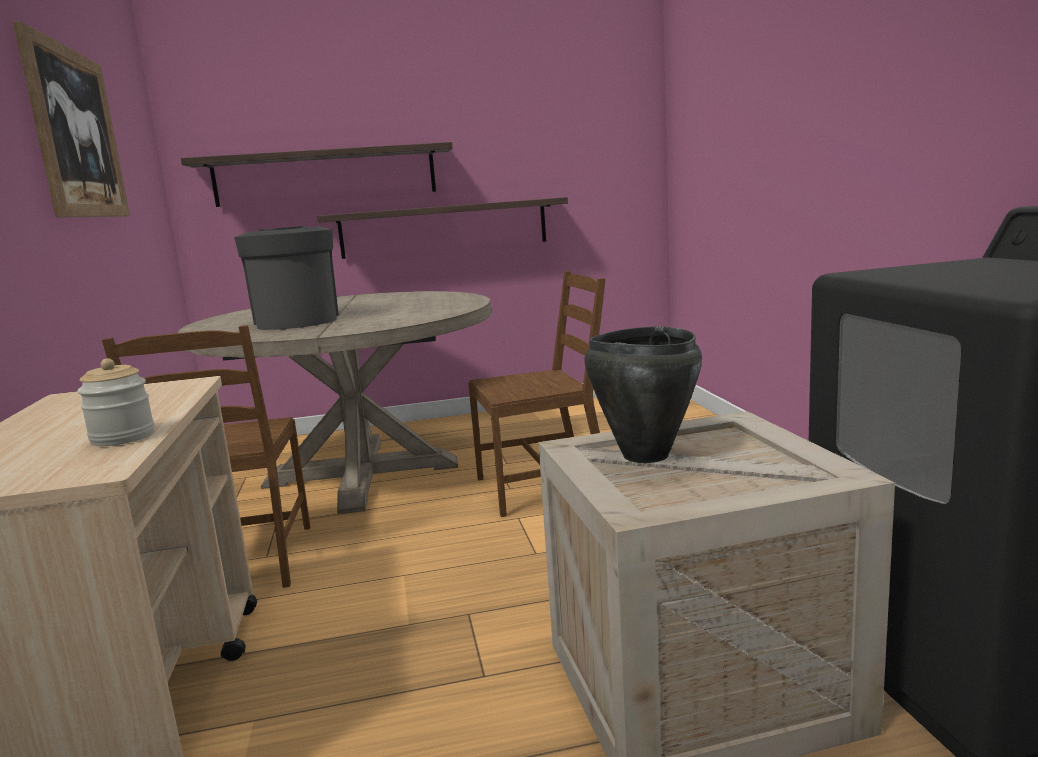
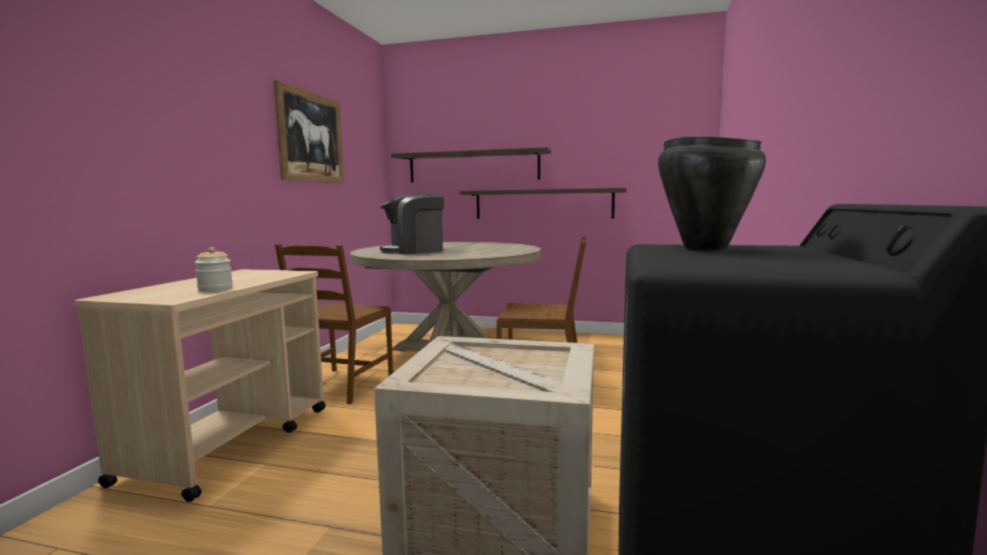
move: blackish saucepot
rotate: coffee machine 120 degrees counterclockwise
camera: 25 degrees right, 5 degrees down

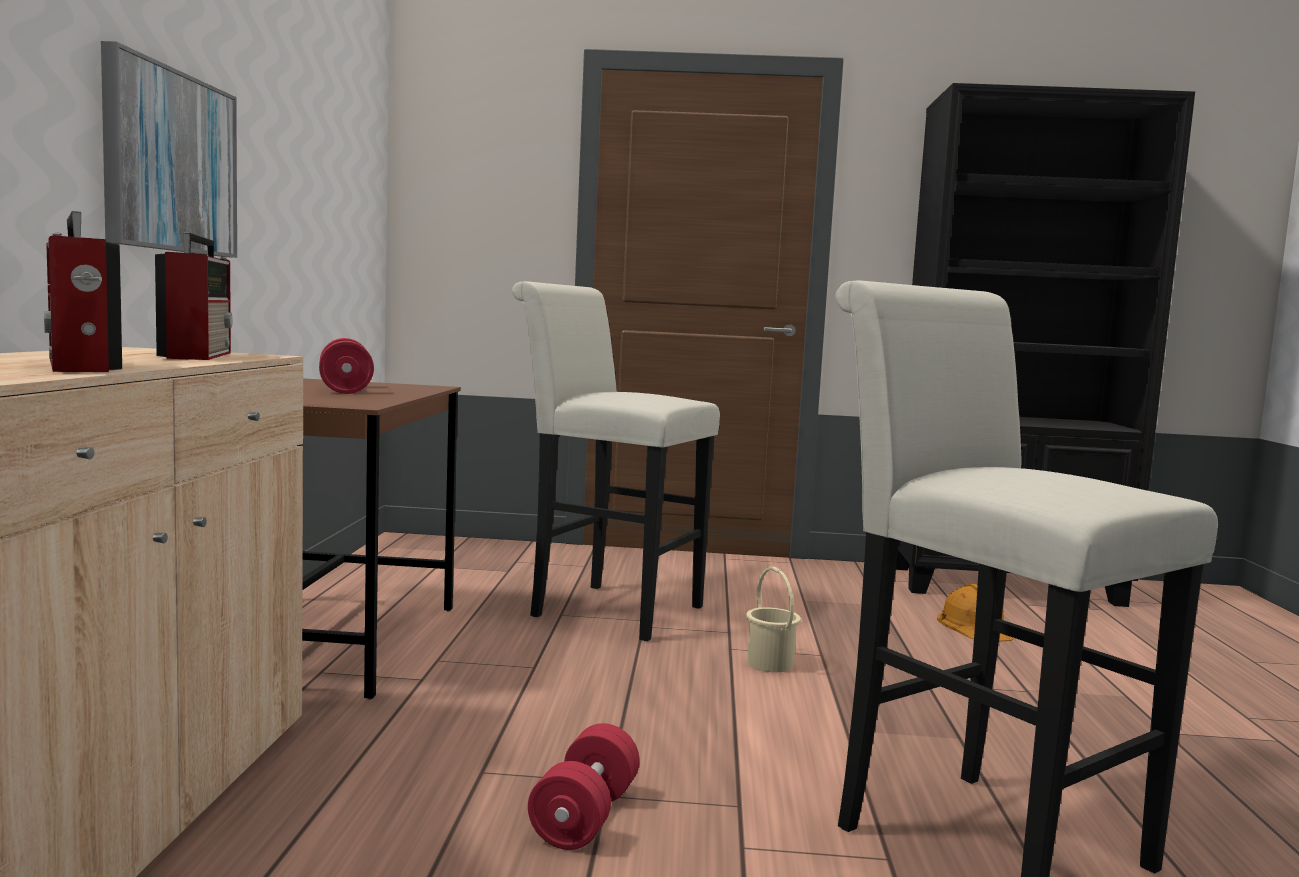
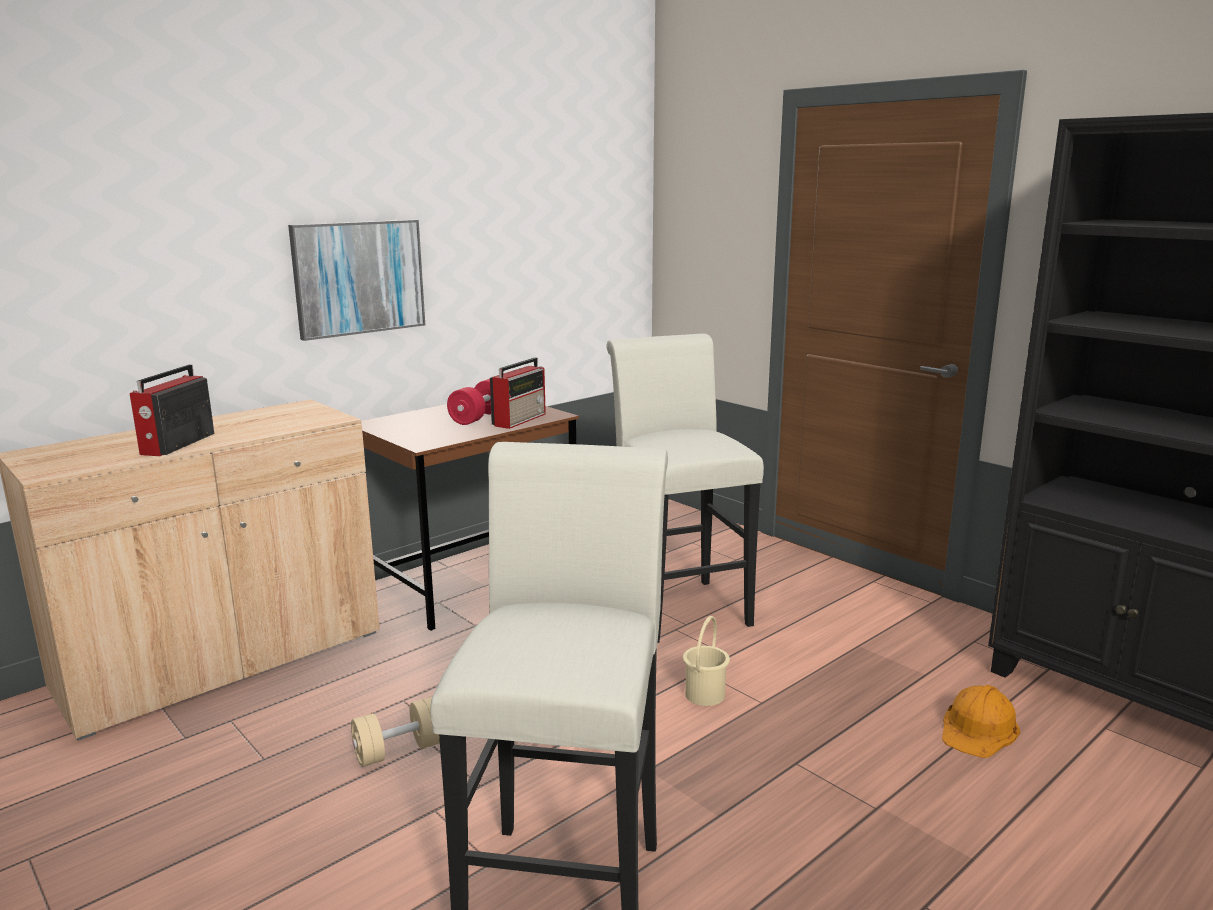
move: radio (2nd from left)
recolor: reddish hand weight (2nd from left) to beige hand weight
camera: 45 degrees right, 10 degrees up

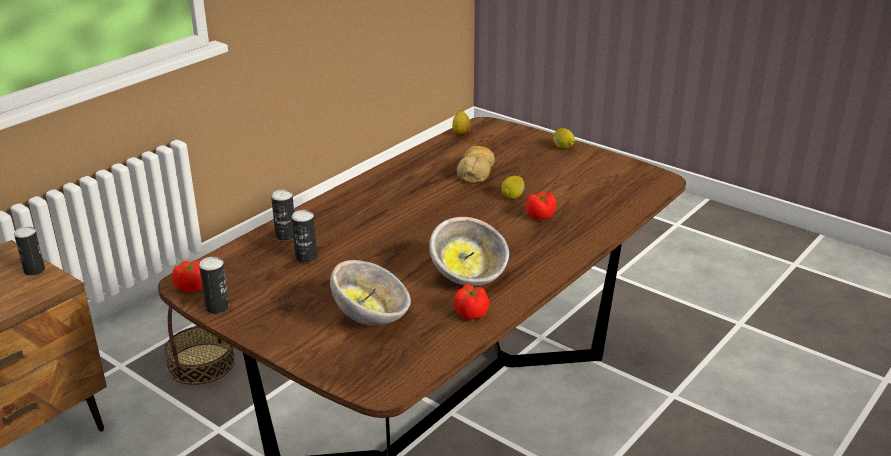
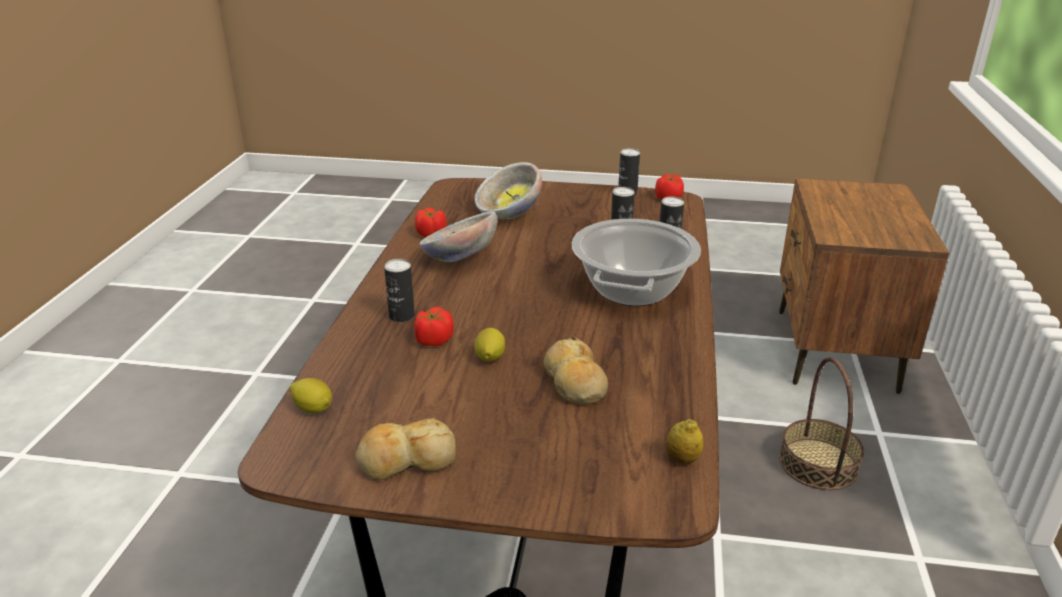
insert: bakery bread (1st from left); saucepot
move: citrus fruit (3rd from left in the first image) to citrus fruit (1st from left); can (1st from left)
camera: 150 degrees right, 0 degrees up

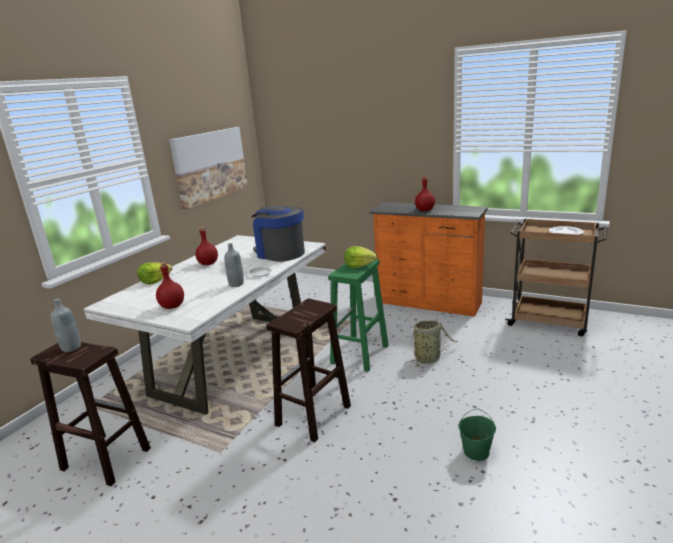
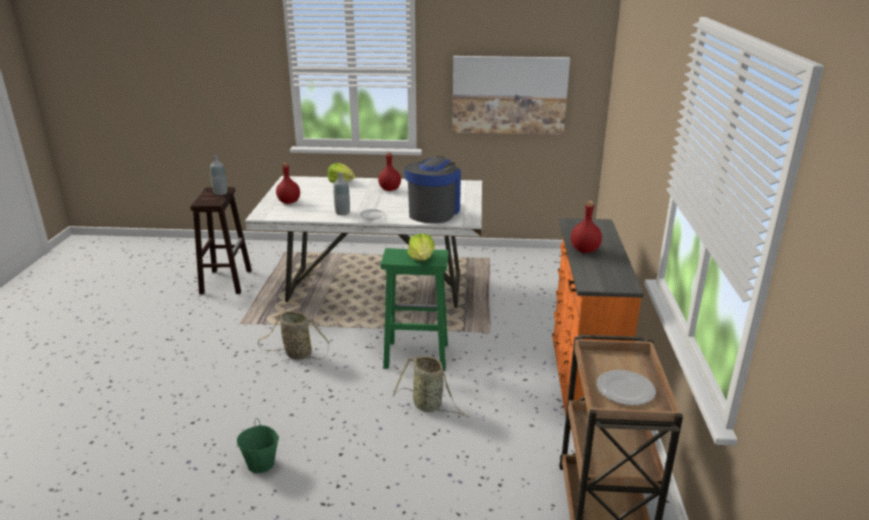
replace: brown-coloured stool (2nd from left) to storage basket (1st from left)
camera: 65 degrees right, 5 degrees up

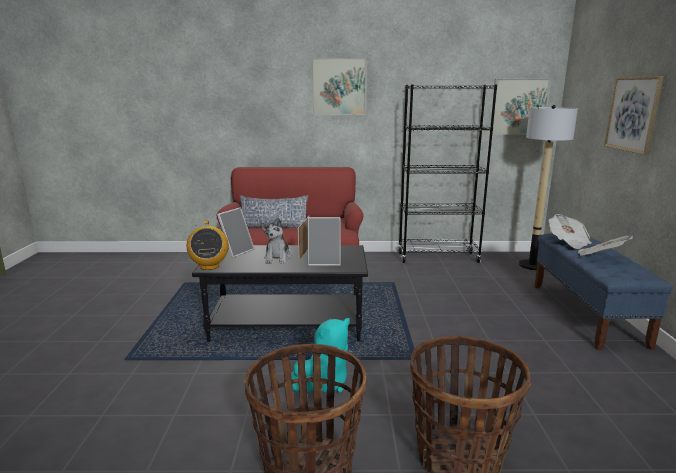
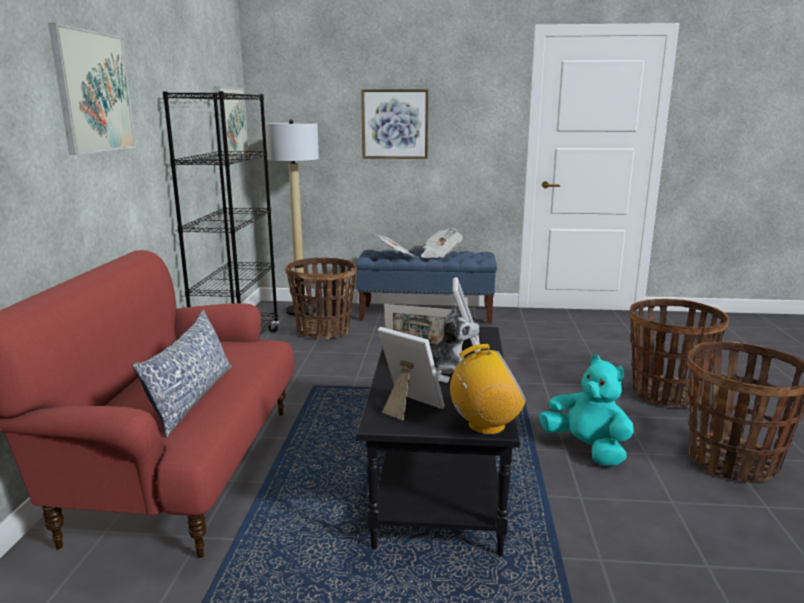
insert: storage basket (1st from left)
camera: 85 degrees left, 0 degrees up

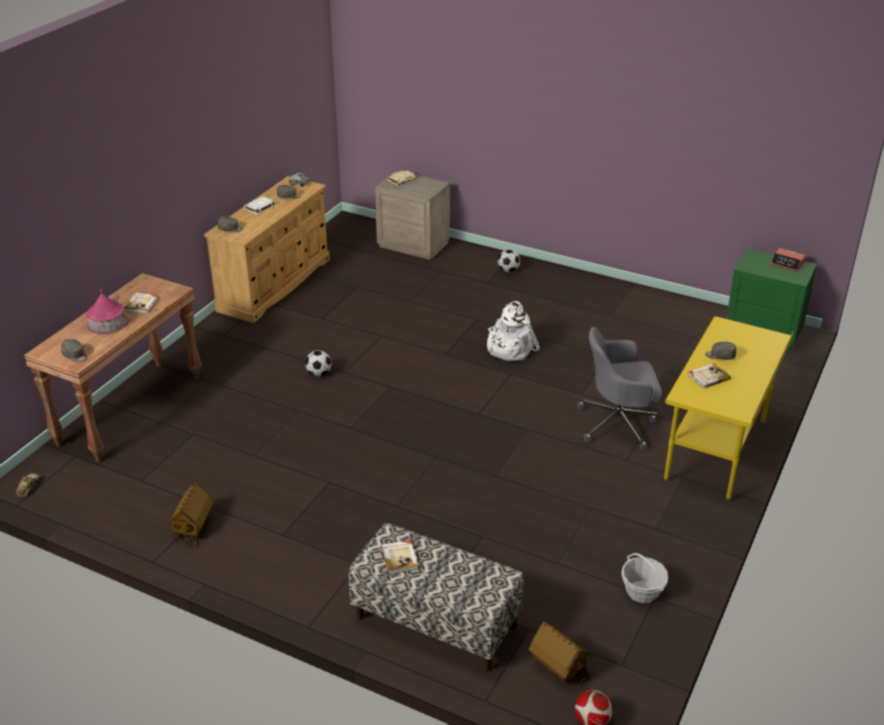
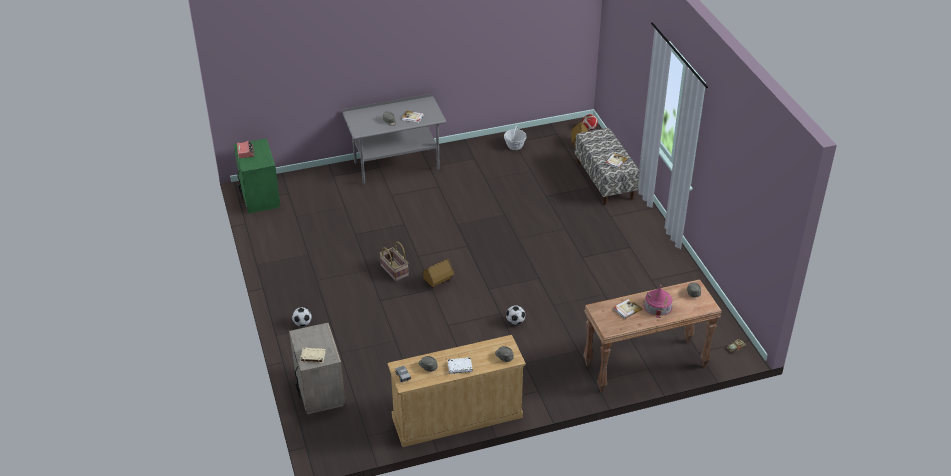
delete: greyish computer chair
move: toy house (2nd from left in the first image) to toy house (1st from left)
replace: white rucksack to storage basket (1st from left)
recolor: yellow-coloured desk table to greyish desk table
camera: 135 degrees left, 5 degrees up

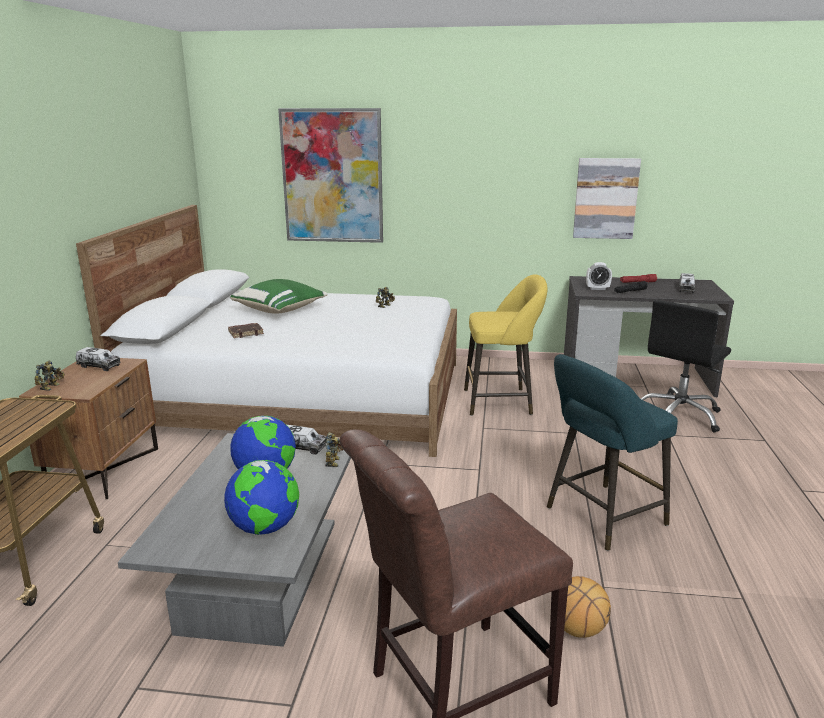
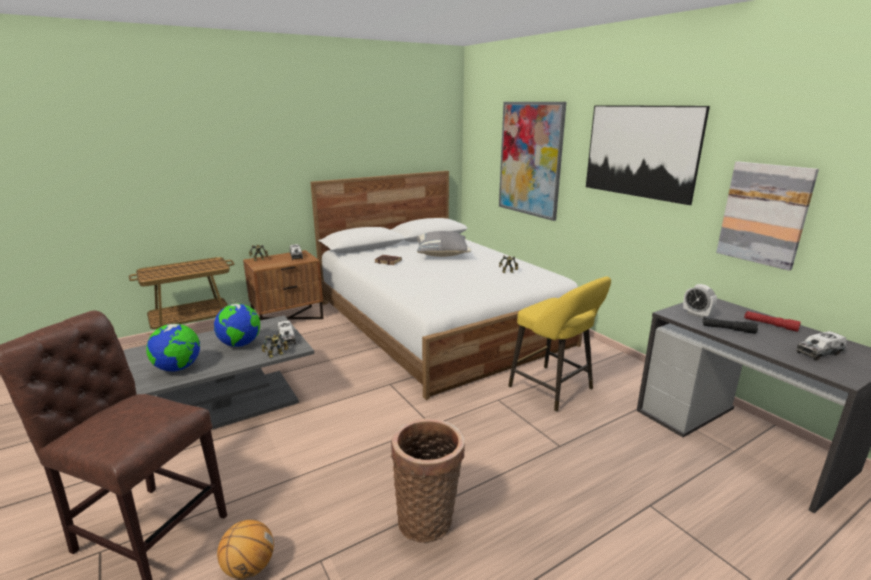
delete: blackish computer chair
insert: wall picture (2nd from left)
replace: turquoise-coloured stool to storage basket
recolor: green-coloured throw pillow to greyish throw pillow
camera: 50 degrees right, 0 degrees up

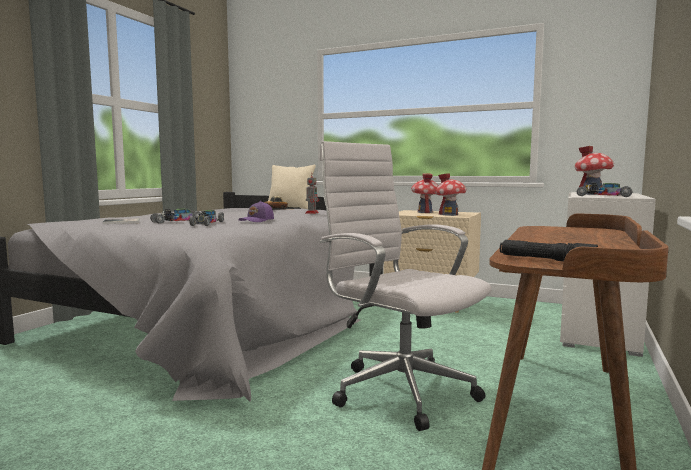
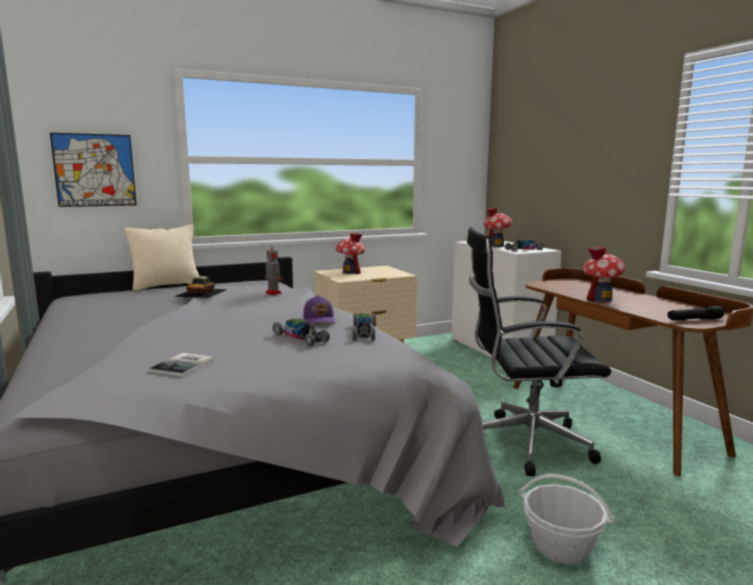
insert: wall picture; storage basket
move: model car (1st from left in the first image) to model car (3rd from left); toy house (2nd from left in the first image) to toy house (3rd from left)
recolor: white computer chair to blackish computer chair
camera: 50 degrees left, 5 degrees up

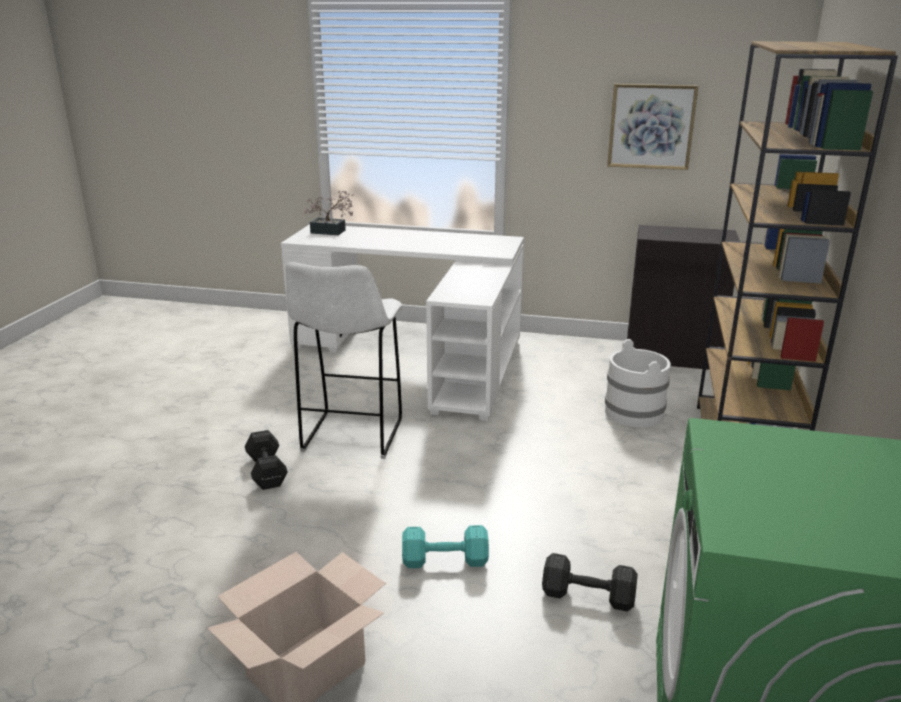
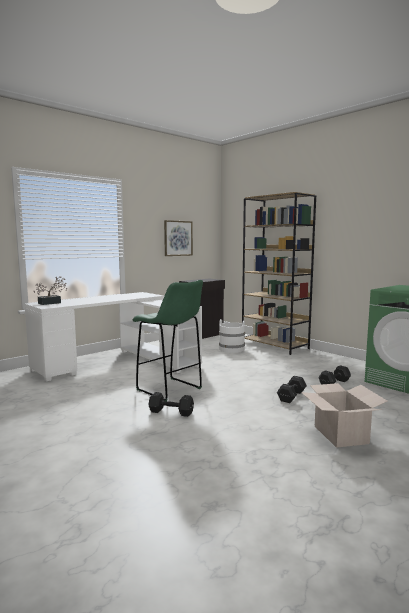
recolor: white stool to green-coloured stool; turquoise-coloured hand weight to blackish hand weight (2nd from left)
camera: 55 degrees left, 15 degrees down

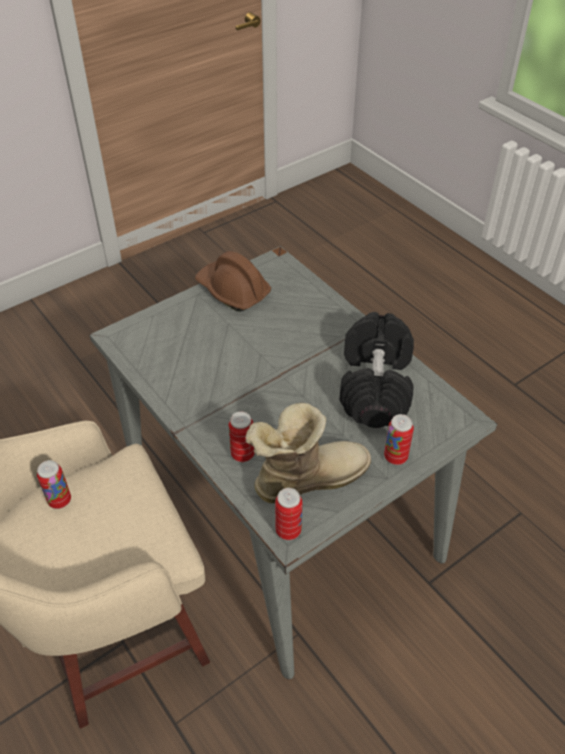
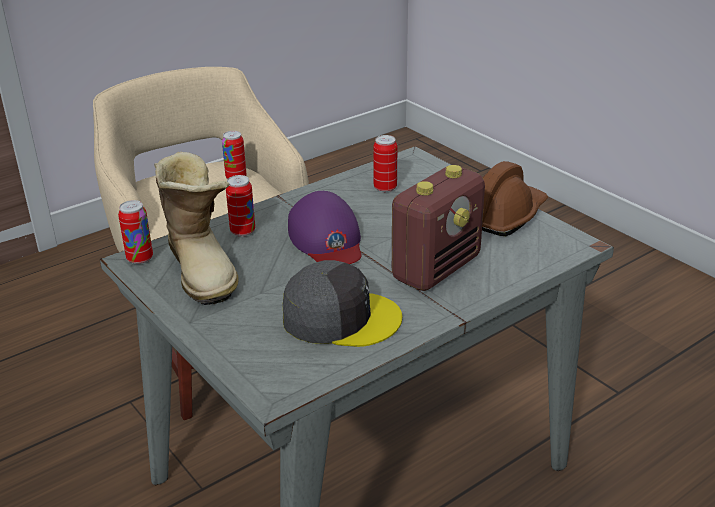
insert: purple baseball cap; radio
move: can (4th from left)
replace: blackish hand weight to greyish baseball cap
camera: 90 degrees right, 15 degrees down

